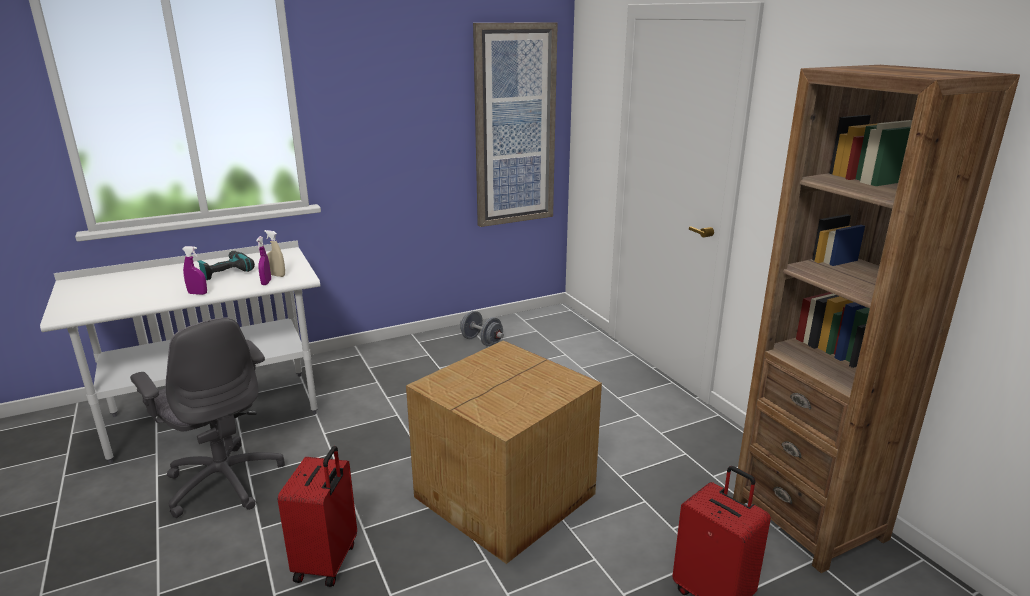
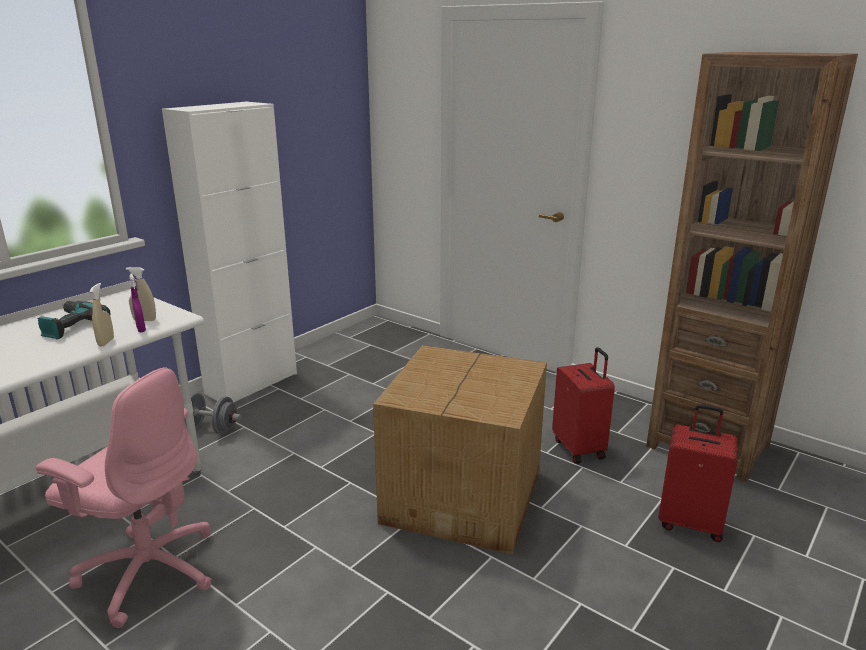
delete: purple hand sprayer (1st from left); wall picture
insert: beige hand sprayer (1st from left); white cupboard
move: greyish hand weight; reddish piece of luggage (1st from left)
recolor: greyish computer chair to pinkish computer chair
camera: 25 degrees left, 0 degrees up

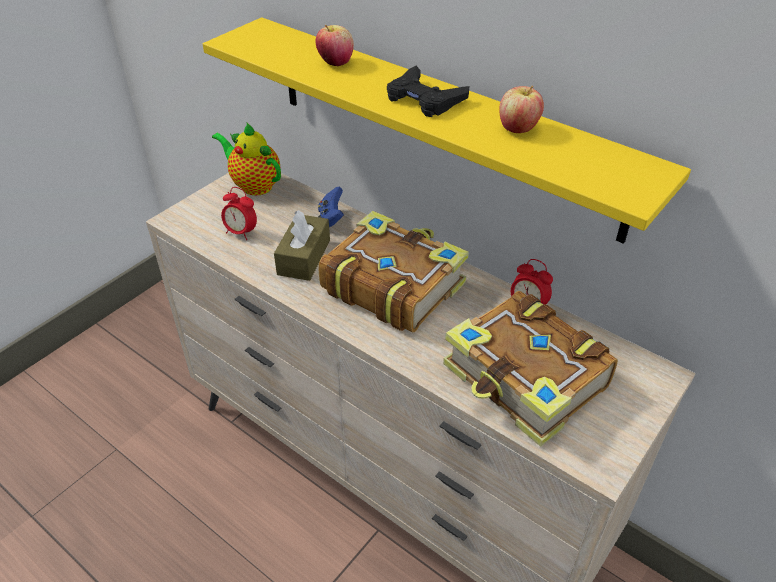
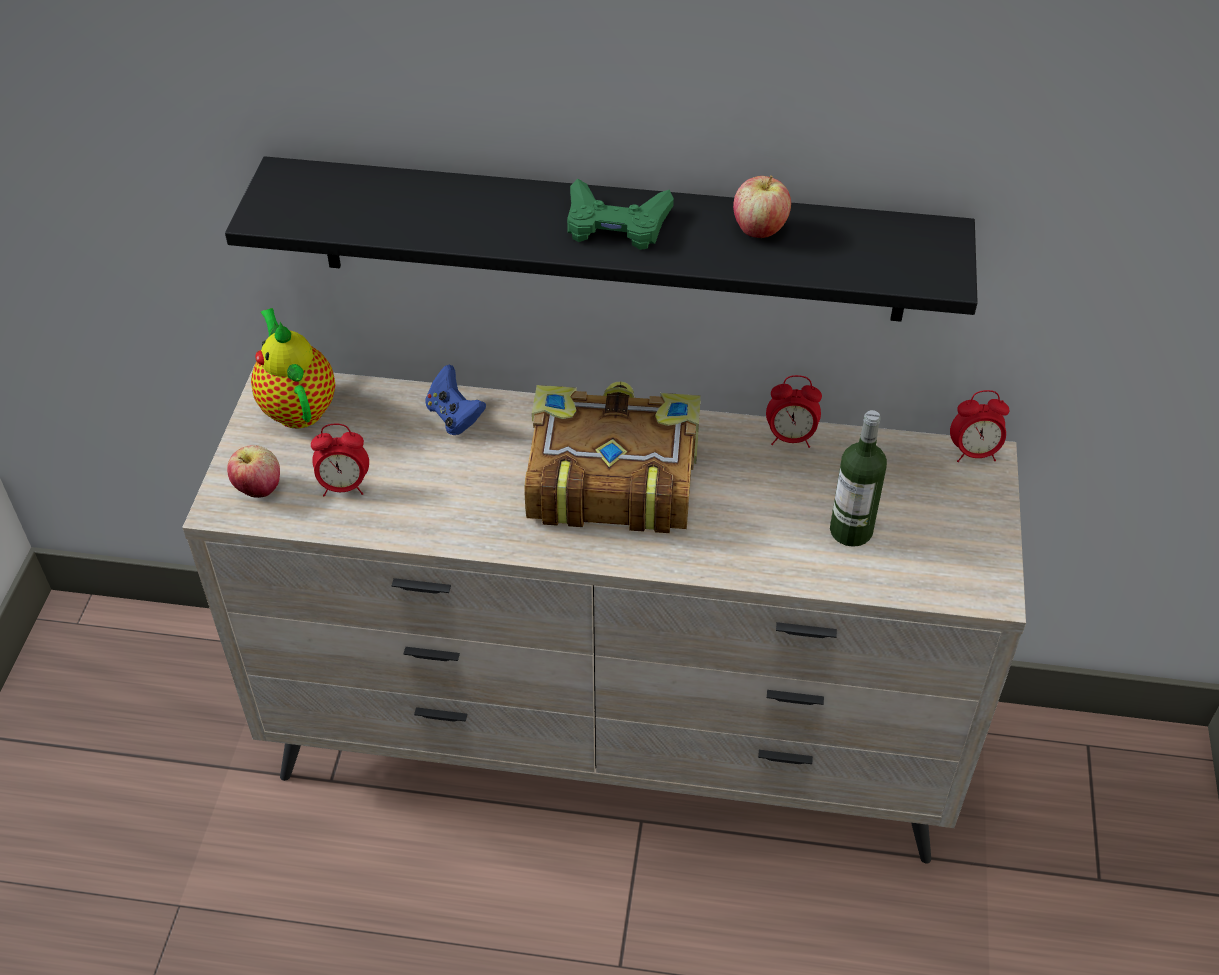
delete: brown-coloured tissue holder
insert: bedside clock (3rd from left)
move: apple (1st from left)
replace: volume (2nd from left) to beverage bottle
recolor: yellow-coloured shelf to blackish shelf; blackish joypad to green-coloured joypad
rotate: tea pot 60 degrees clockwise
camera: 30 degrees left, 5 degrees up

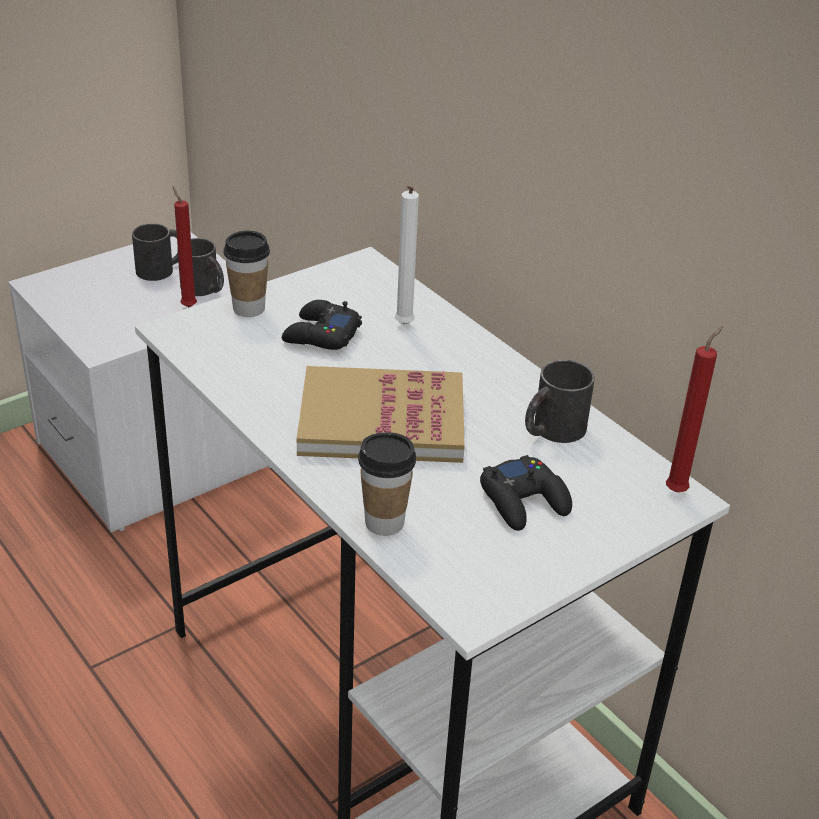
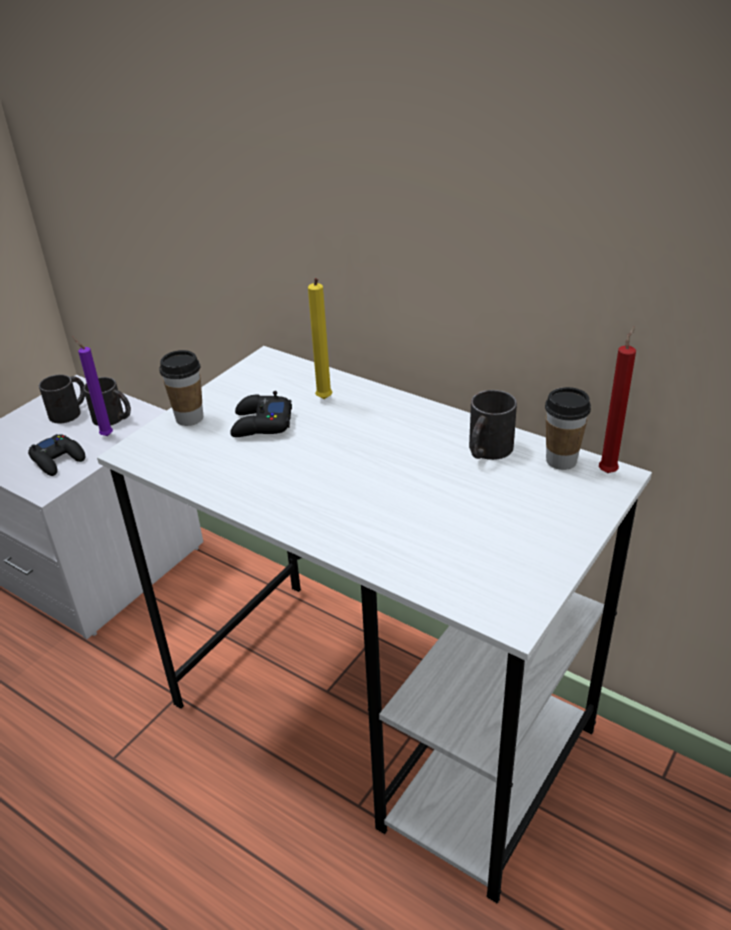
delete: volume
move: blackish joypad (2nd from left in the first image) to blackish joypad (1st from left); cup (2nd from left)
recolor: reddish candle (1st from left) to purple candle; white candle to yellow-coloured candle
camera: 15 degrees left, 0 degrees up

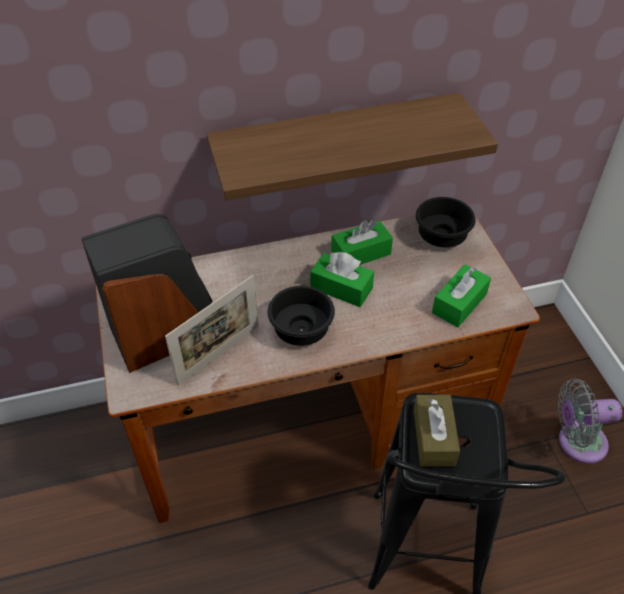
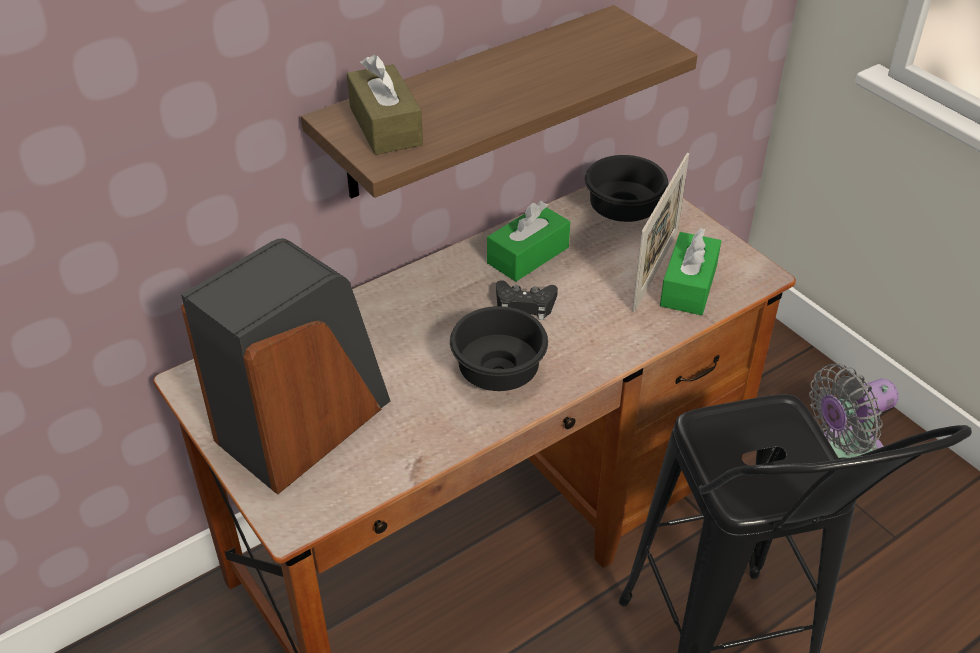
move: brown-coloured tissue holder; photo frame
replace: green-coloured tissue holder (1st from left) to blackish joypad
camera: 20 degrees left, 5 degrees down

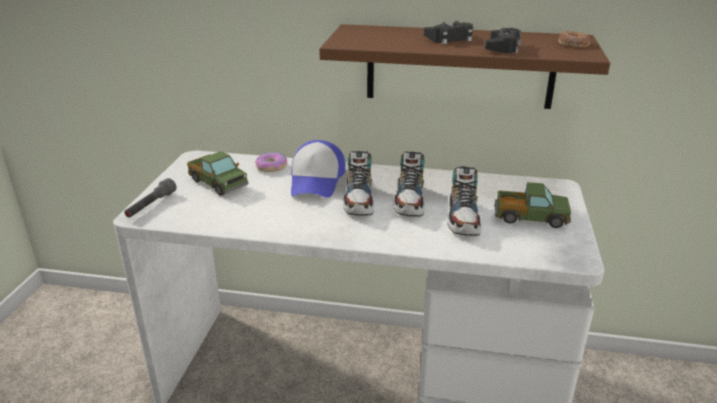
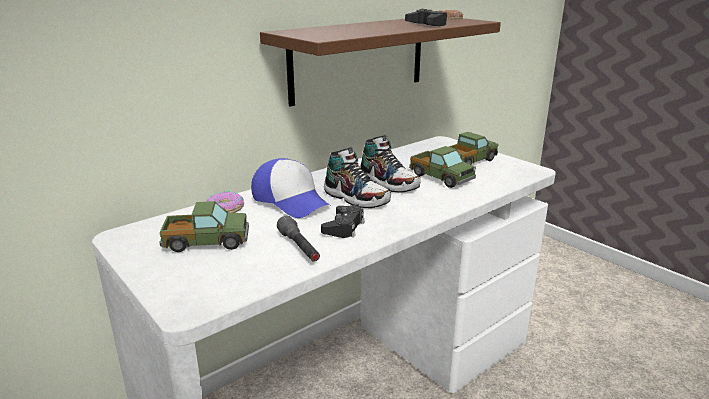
move: greyish flashlight; blackish joypad (1st from left)
replace: low shoe (3rd from left) to model truck (2nd from left)
camera: 50 degrees left, 5 degrees down

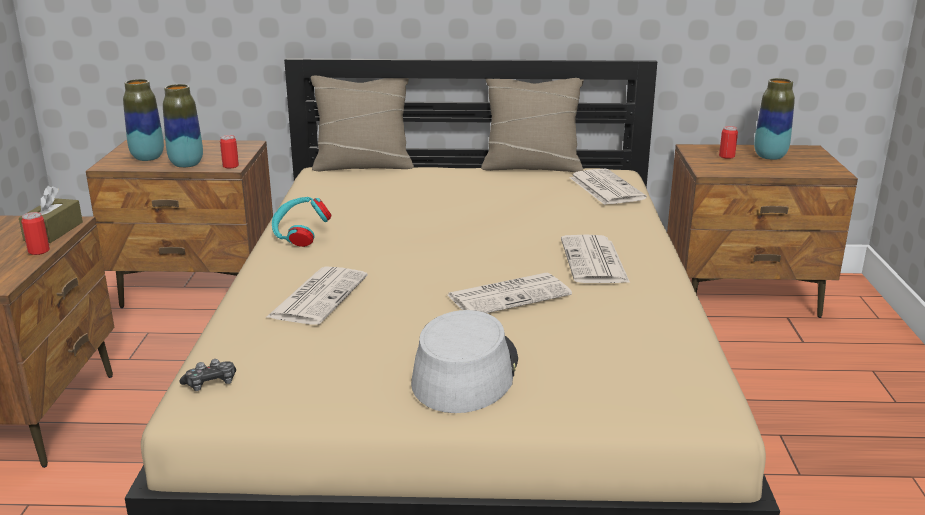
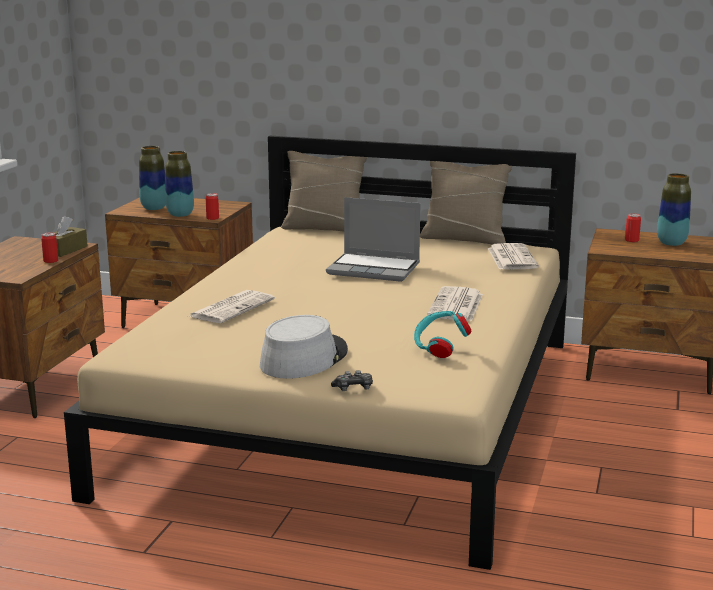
delete: printed paper (2nd from left)
insert: notebook computer
move: joypad; turquoise-coloured headset
camera: 15 degrees right, 5 degrees down

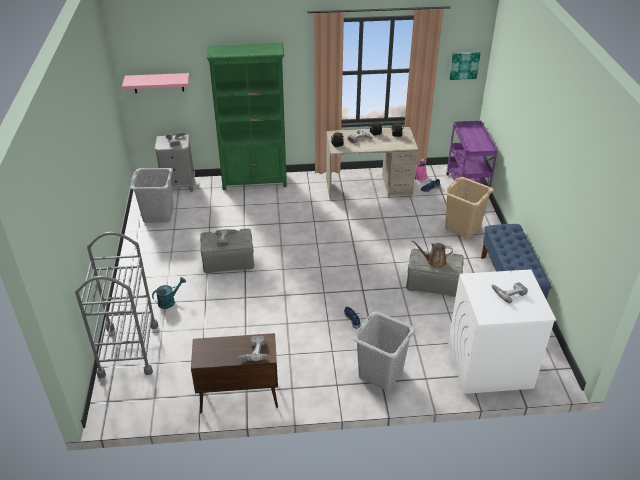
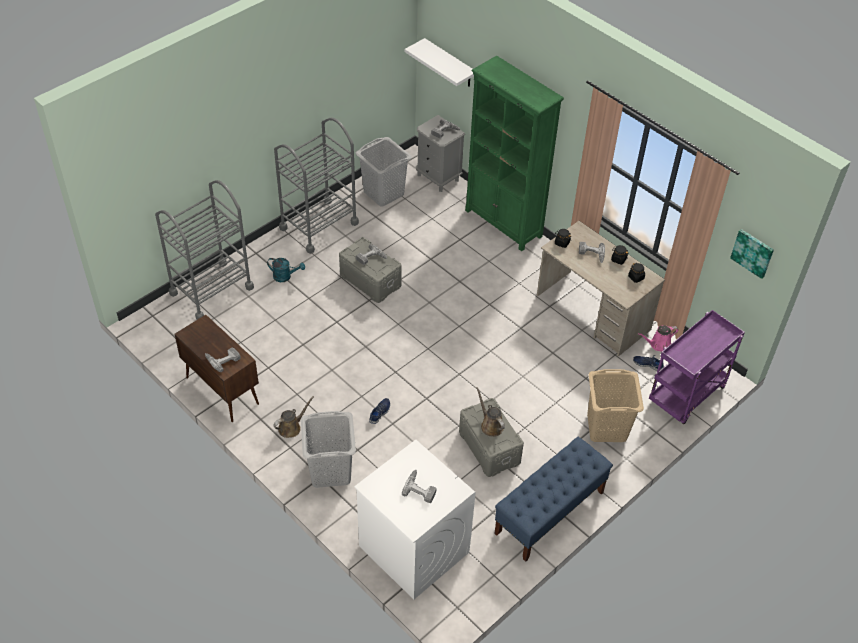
insert: brown-coloured sprinkling can (1st from left); greyish cart (2nd from left)
recolor: pinkish shelf to white shelf
camera: 50 degrees right, 10 degrees up

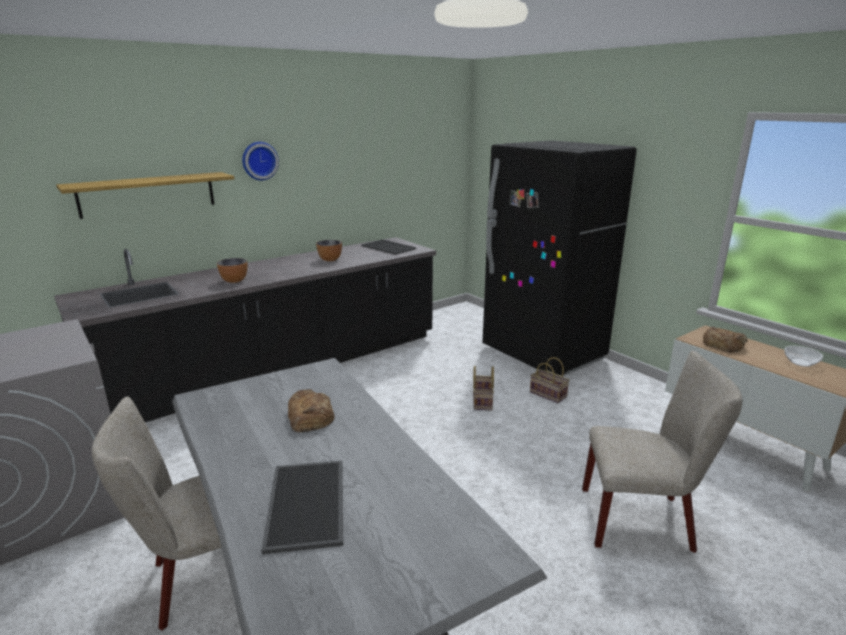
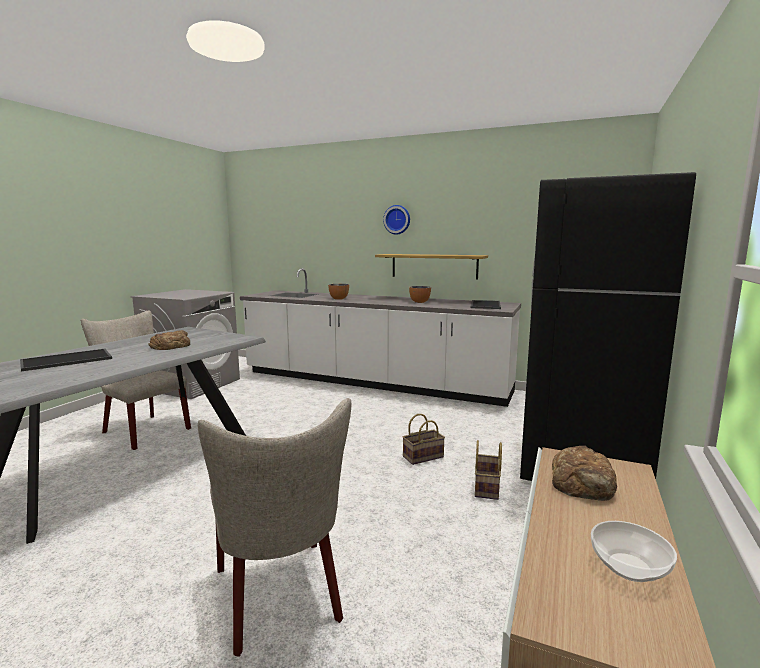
move: shelf
recolor: blackish counter to white counter
camera: 60 degrees right, 10 degrees down

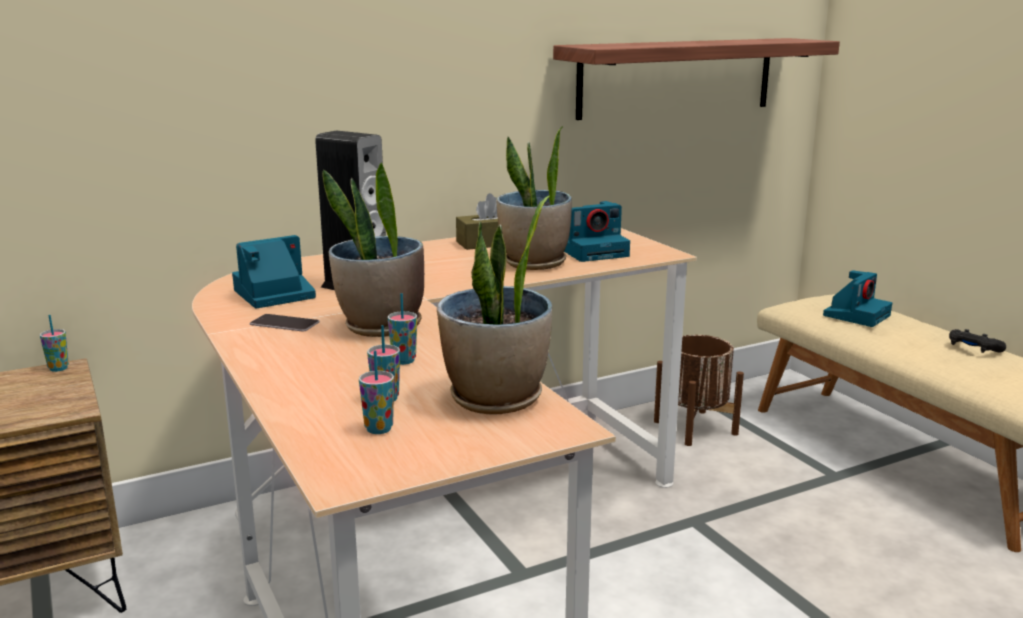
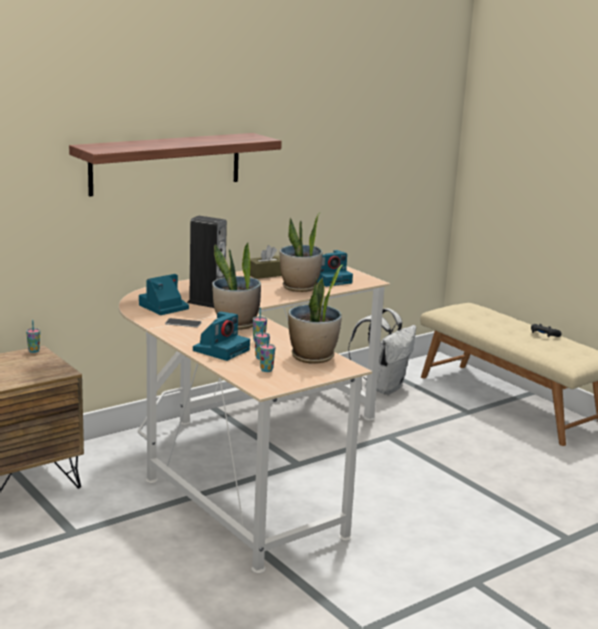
move: shelf; still camera (3rd from left in the first image) to still camera (2nd from left)
replace: brown-coloured planter to white rucksack
camera: 10 degrees left, 0 degrees up

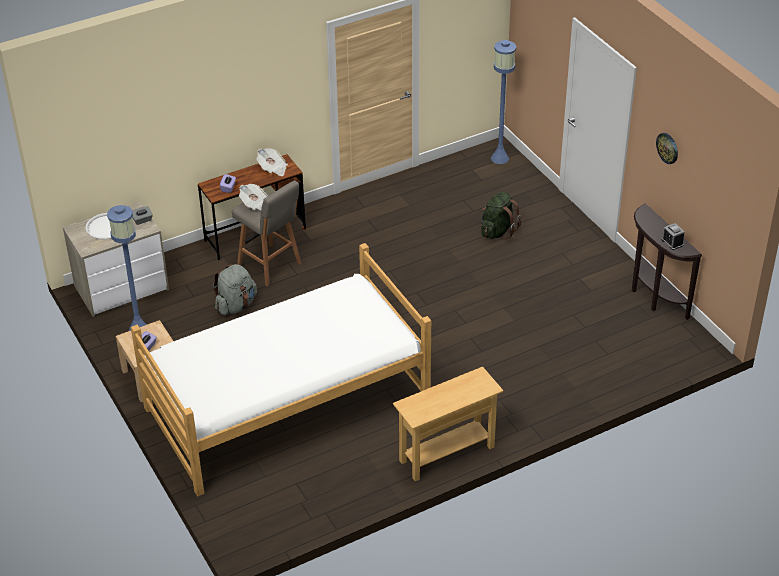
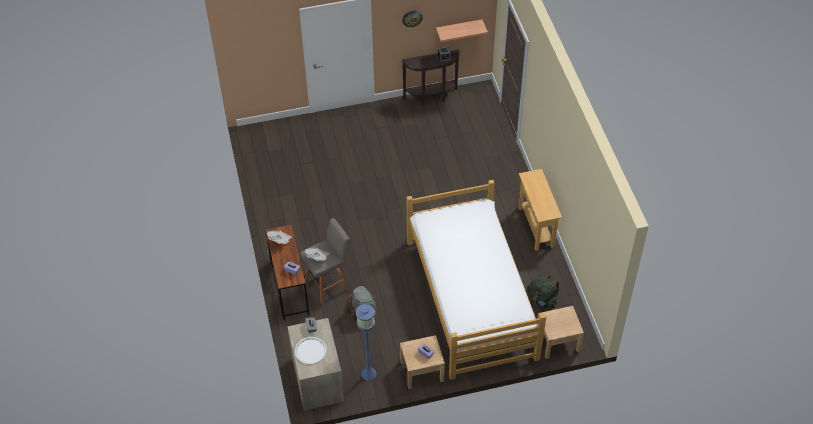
delete: blue standard lamp (2nd from left)
insert: shelf; beige nightstand (2nd from left)
move: green-coloured rucksack
camera: 75 degrees left, 10 degrees up

